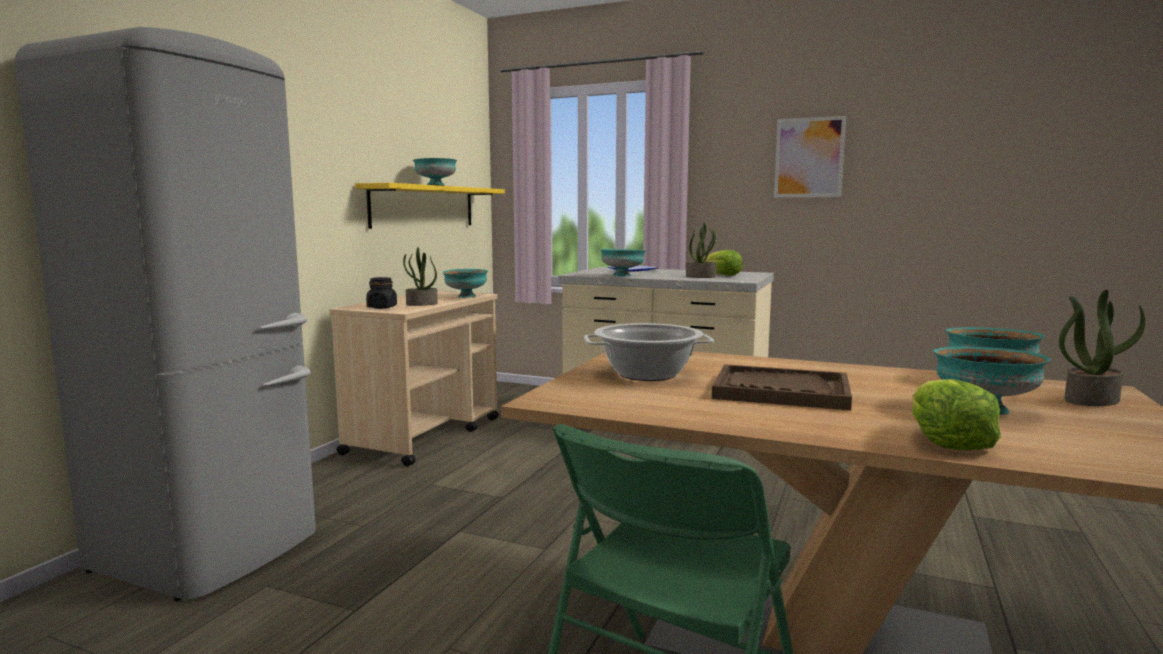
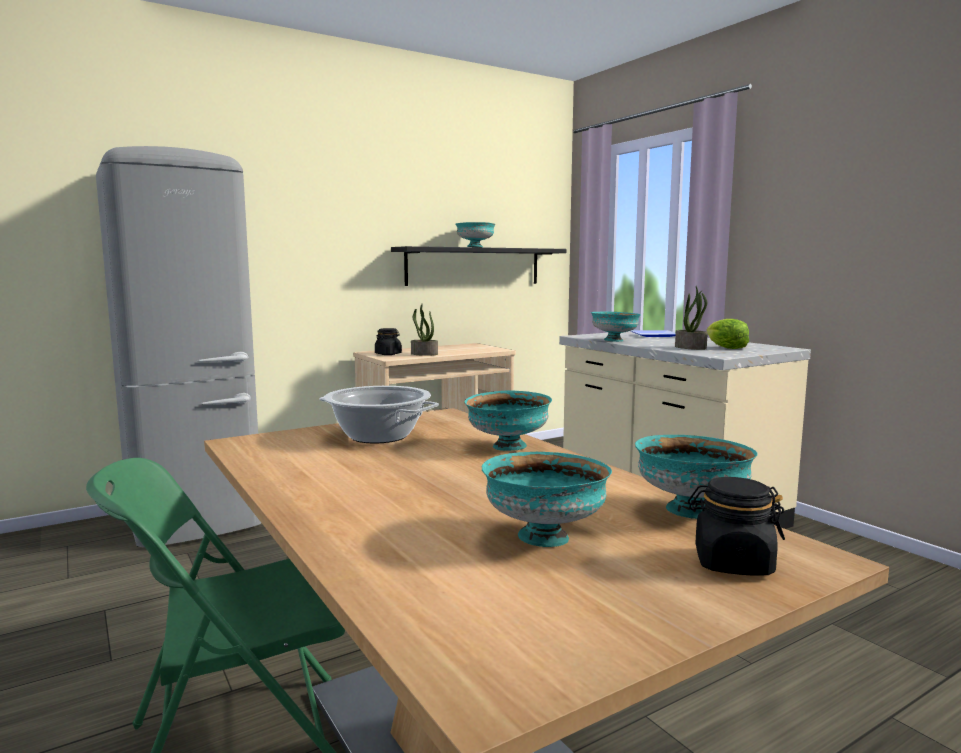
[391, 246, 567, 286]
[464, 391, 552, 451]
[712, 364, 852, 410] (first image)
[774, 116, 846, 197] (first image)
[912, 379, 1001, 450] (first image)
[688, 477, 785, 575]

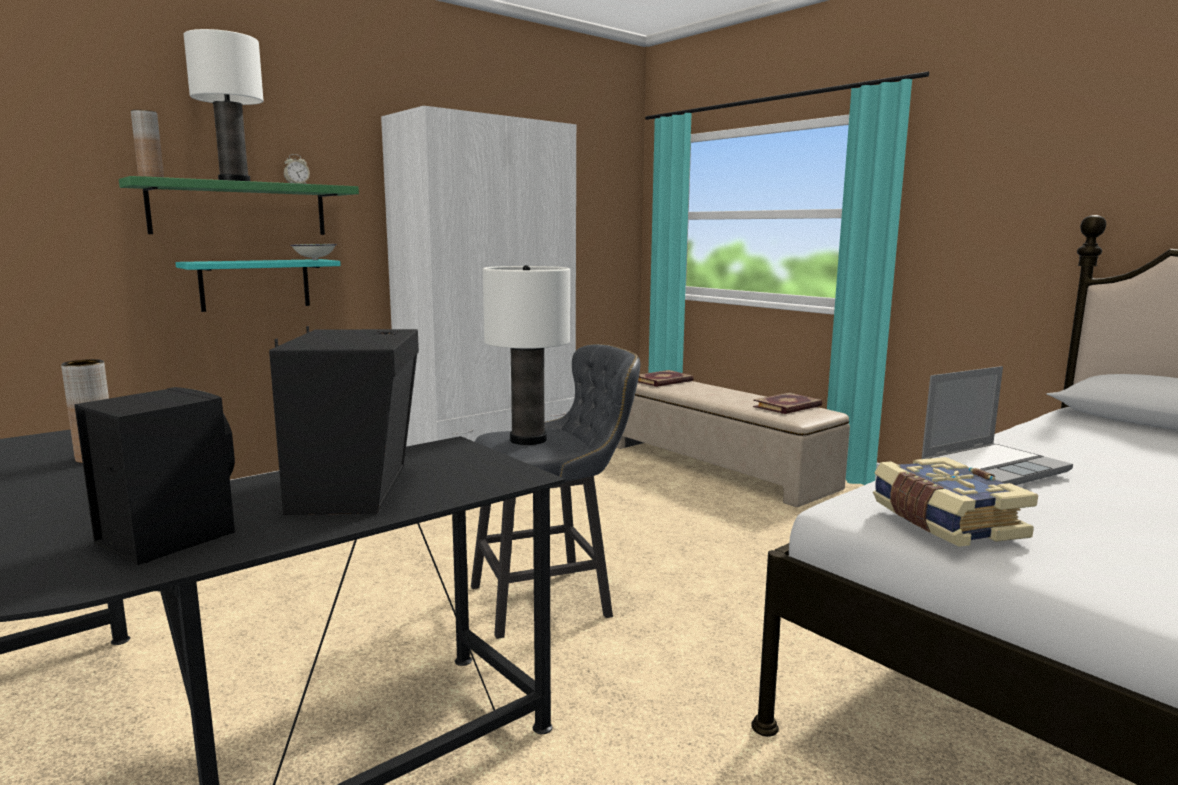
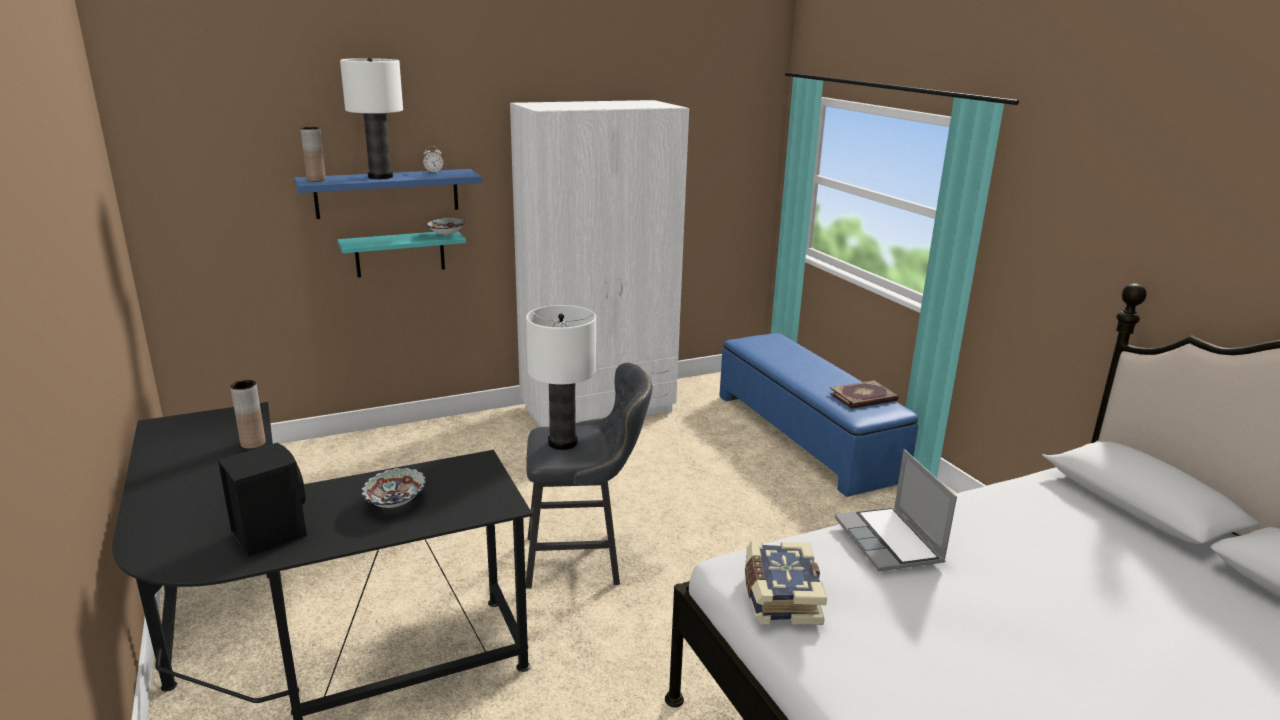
[294, 169, 482, 219]
[361, 467, 426, 508]
[719, 333, 918, 497]
[638, 370, 694, 387] (first image)
[835, 449, 957, 571]

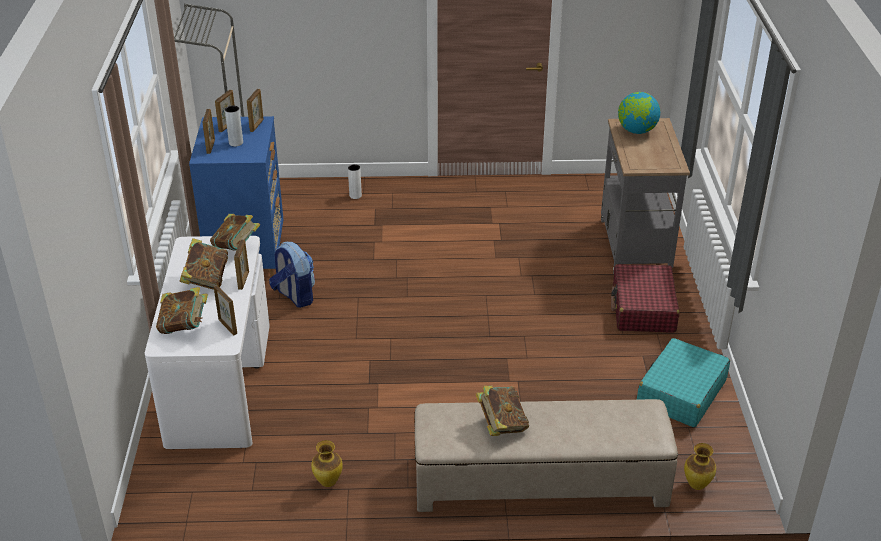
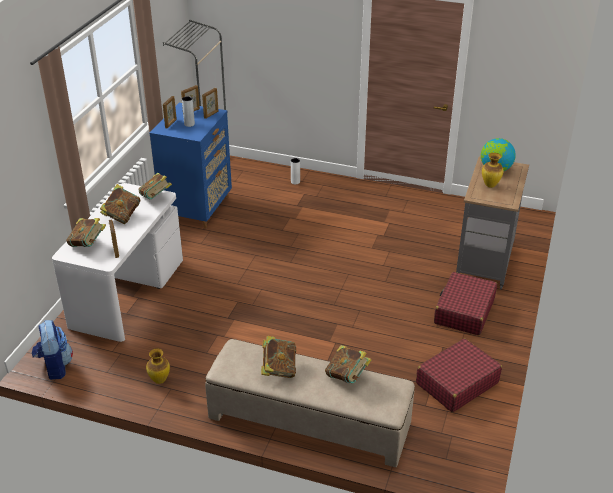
[234, 239, 249, 290] (first image)
[32, 320, 73, 380]
[416, 339, 502, 412]
[482, 153, 504, 188]
[325, 345, 372, 383]

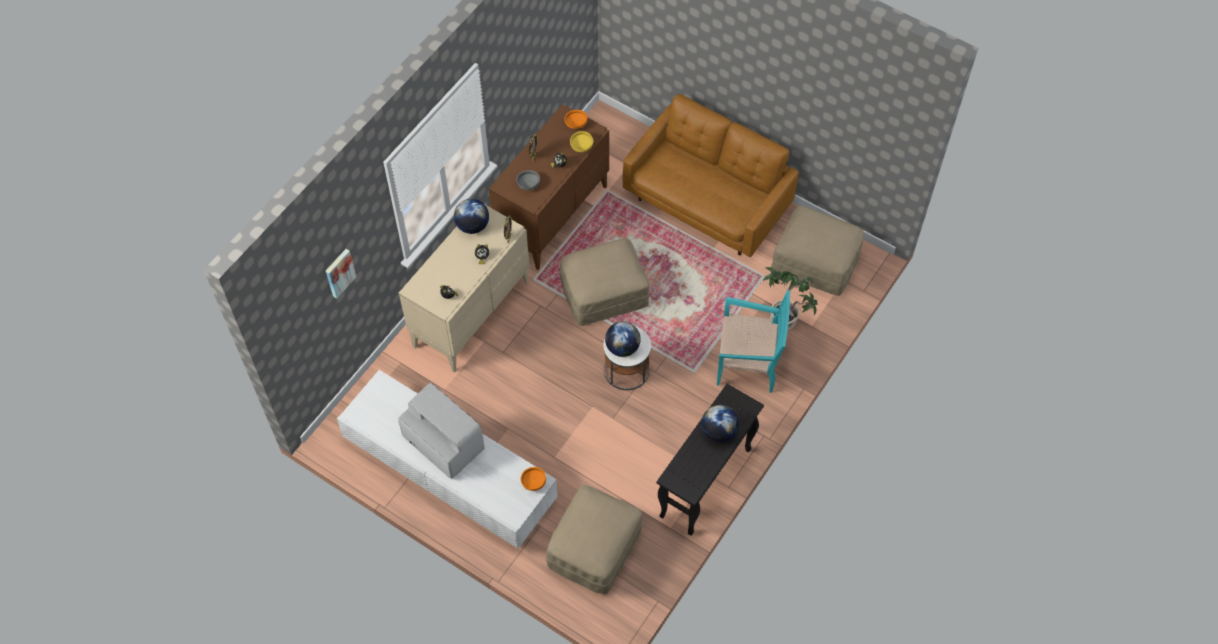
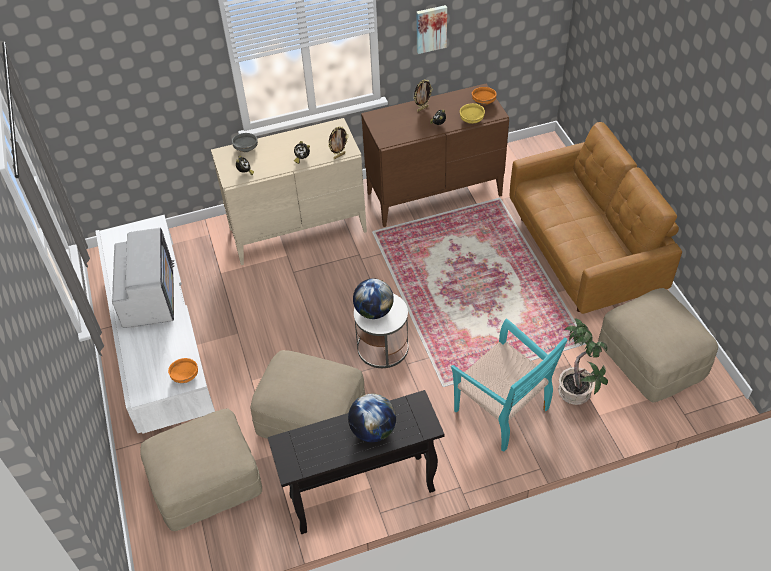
[416, 5, 447, 54]
[454, 199, 489, 234] (first image)
[232, 133, 258, 152]
[251, 350, 365, 439]

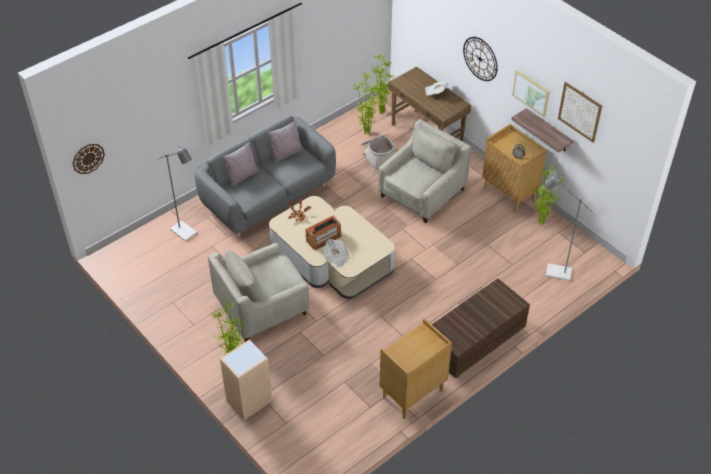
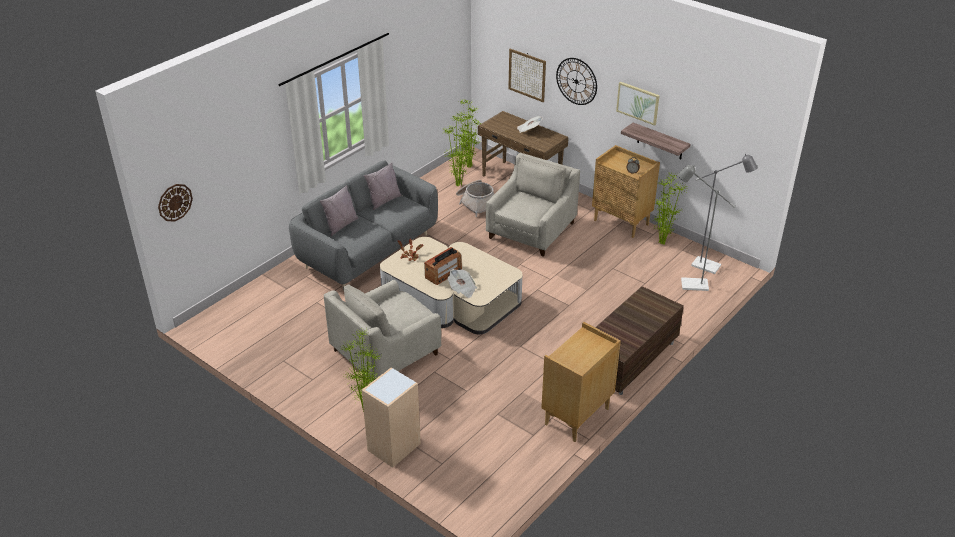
[691, 154, 758, 274]
[508, 49, 546, 102]

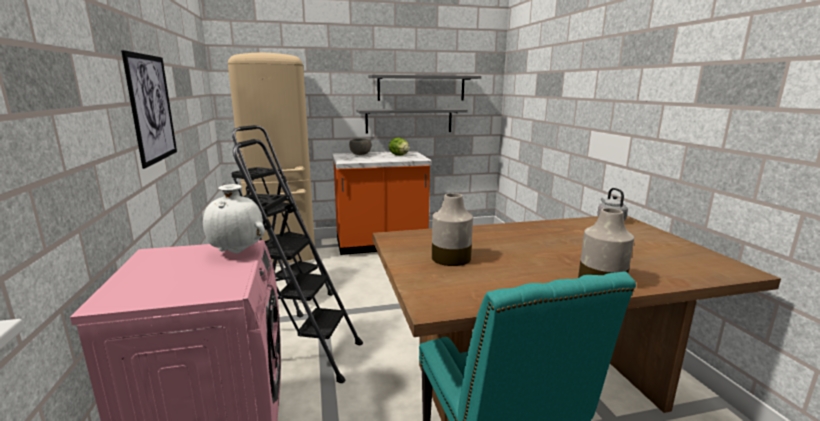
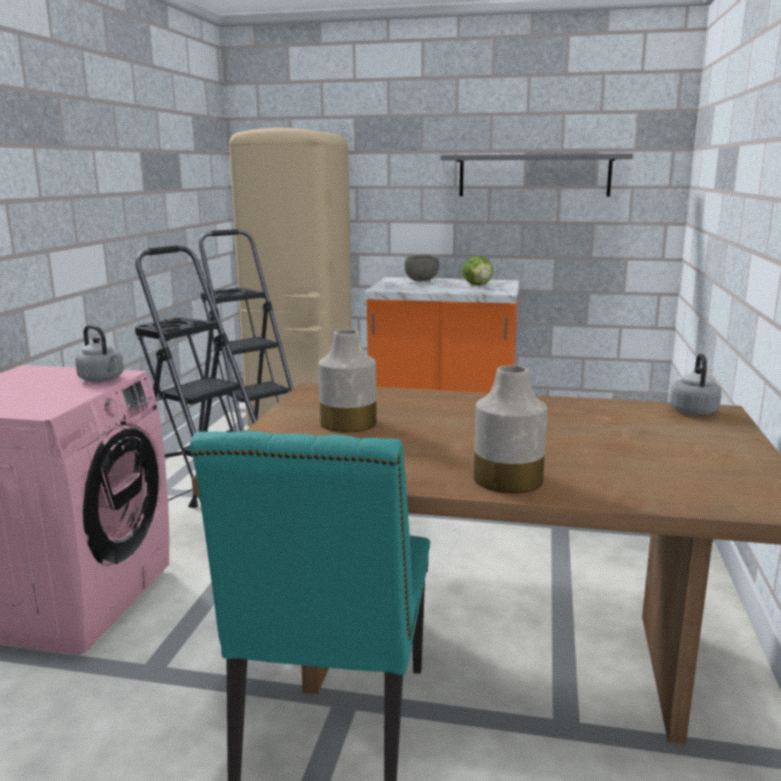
[121, 50, 177, 169] (first image)
[75, 325, 124, 382]
[356, 108, 468, 134] (first image)

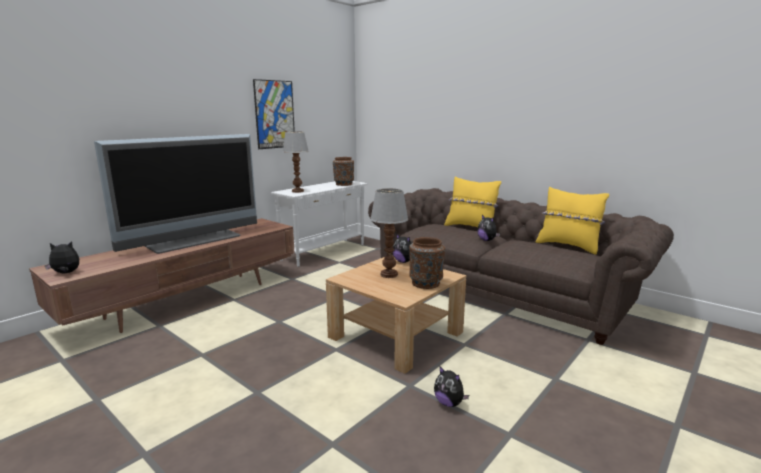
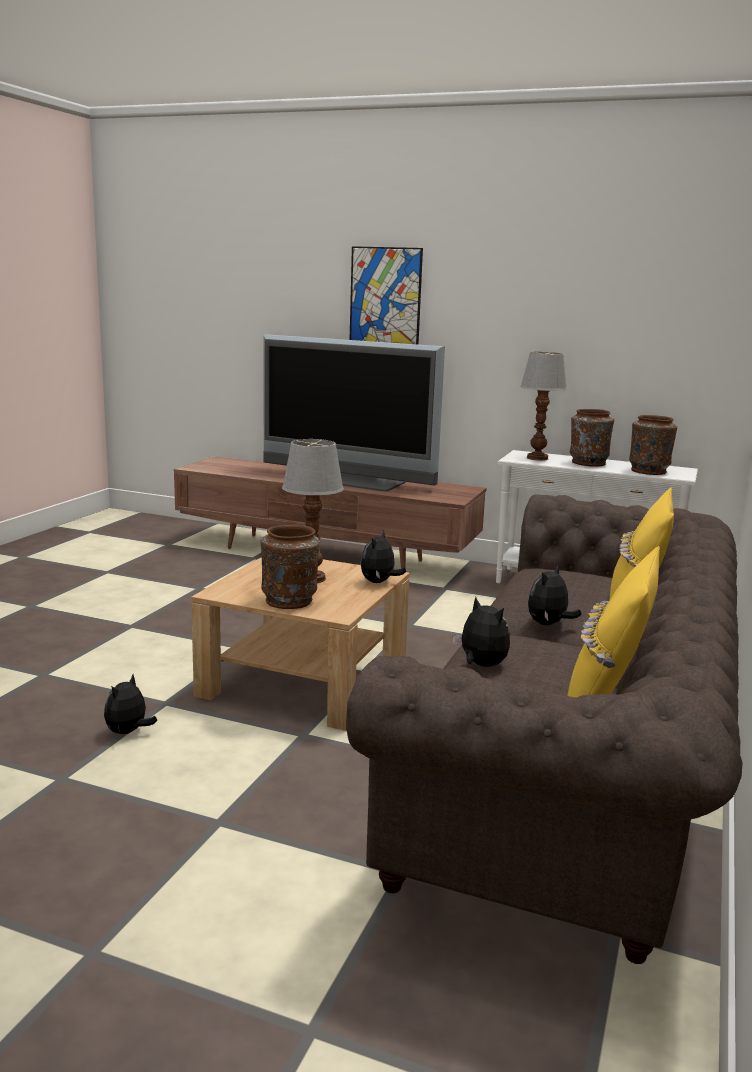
[453, 597, 510, 667]
[350, 246, 423, 344]
[570, 409, 614, 467]

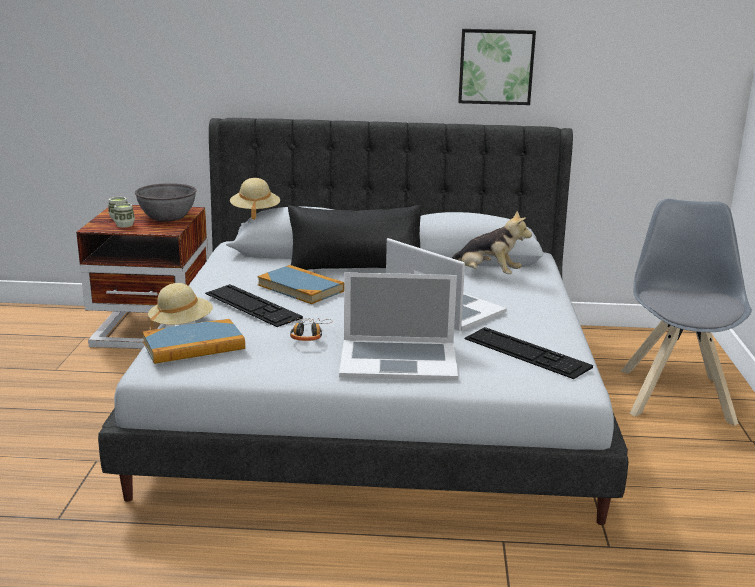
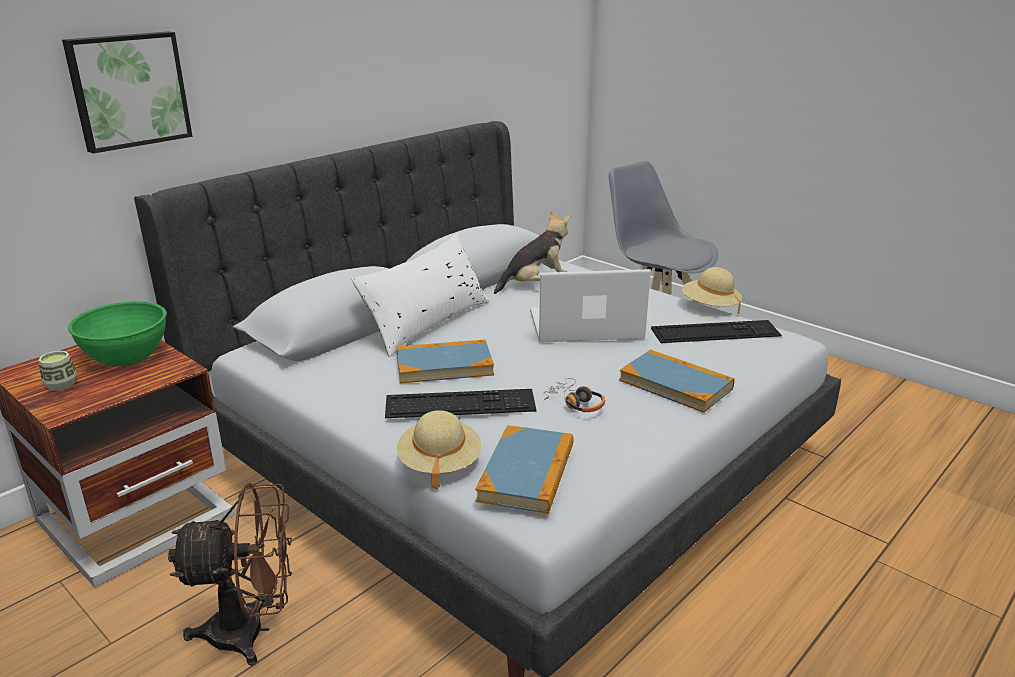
[114, 203, 135, 228] (first image)
[68, 301, 167, 366]
[682, 267, 742, 314]
[351, 234, 489, 357]
[619, 350, 735, 413]
[62, 31, 193, 153]
[168, 483, 292, 666]

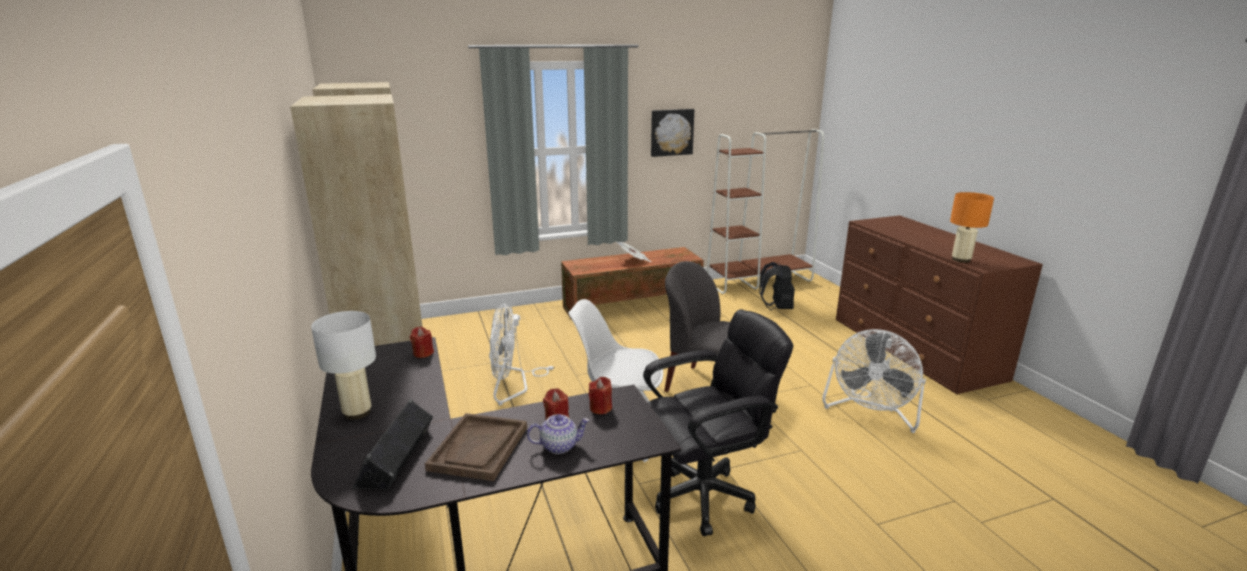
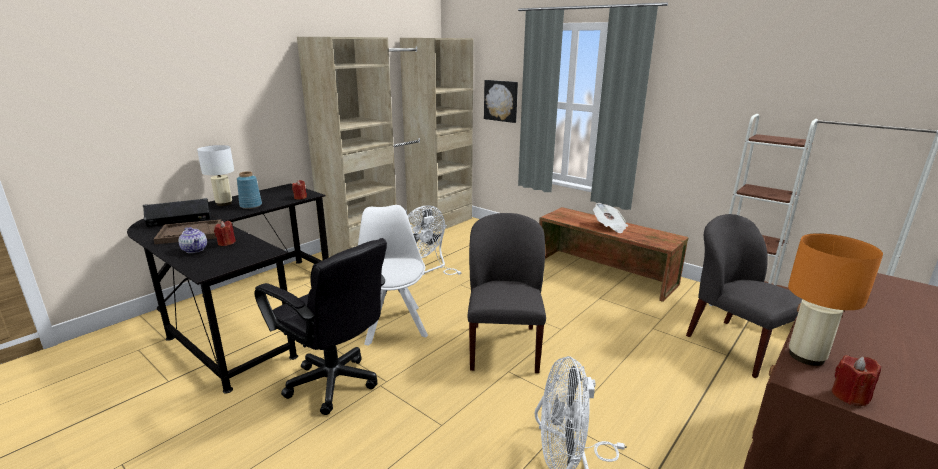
[832, 355, 881, 406]
[484, 80, 518, 123]
[686, 214, 802, 378]
[237, 171, 262, 209]

